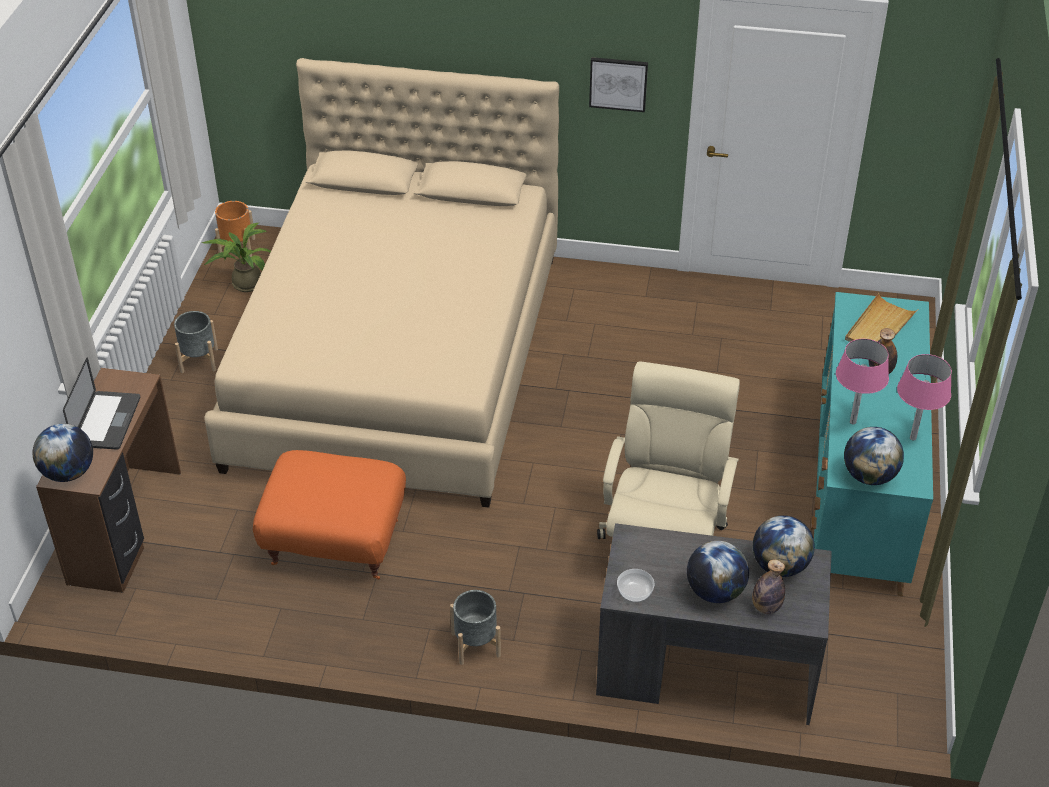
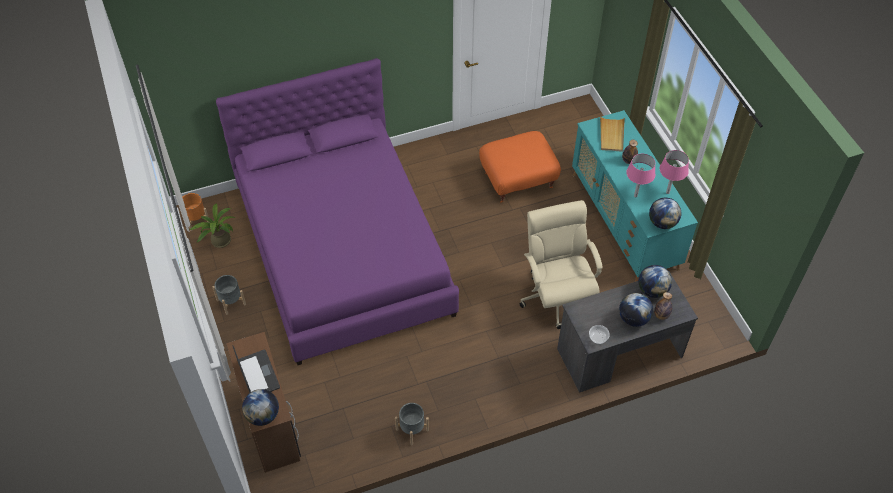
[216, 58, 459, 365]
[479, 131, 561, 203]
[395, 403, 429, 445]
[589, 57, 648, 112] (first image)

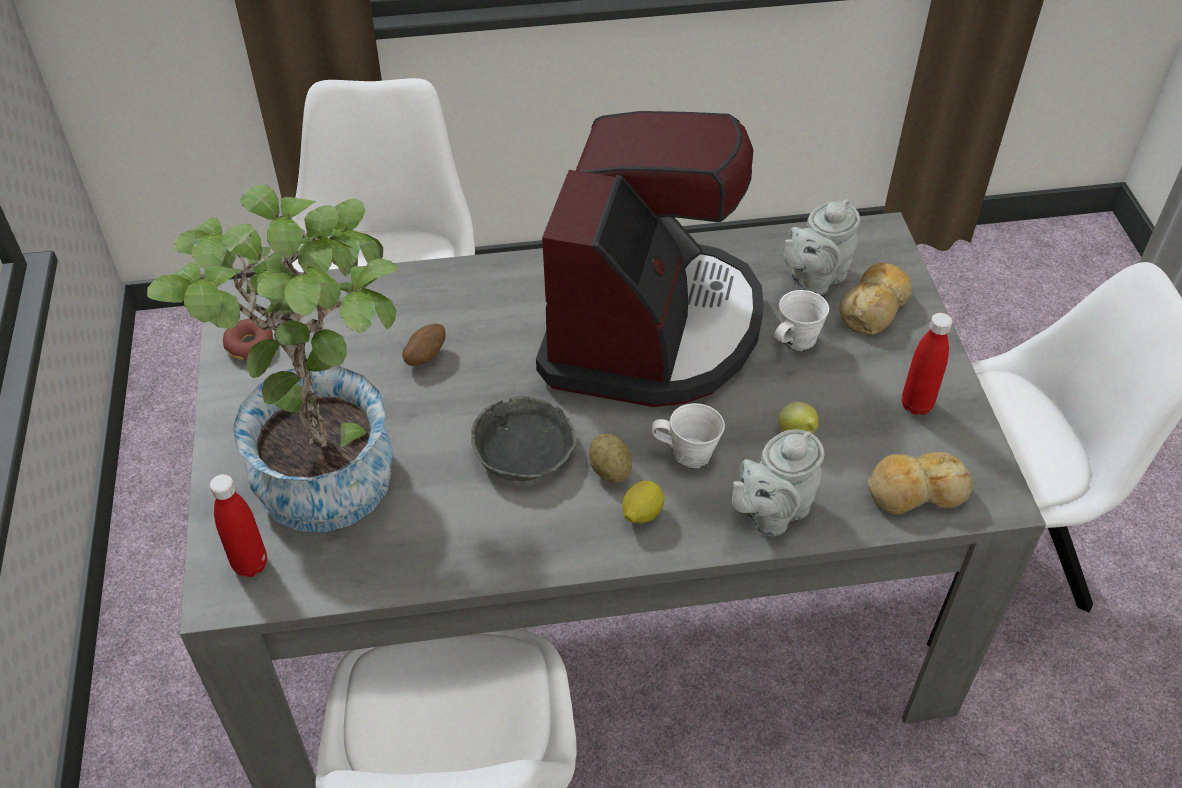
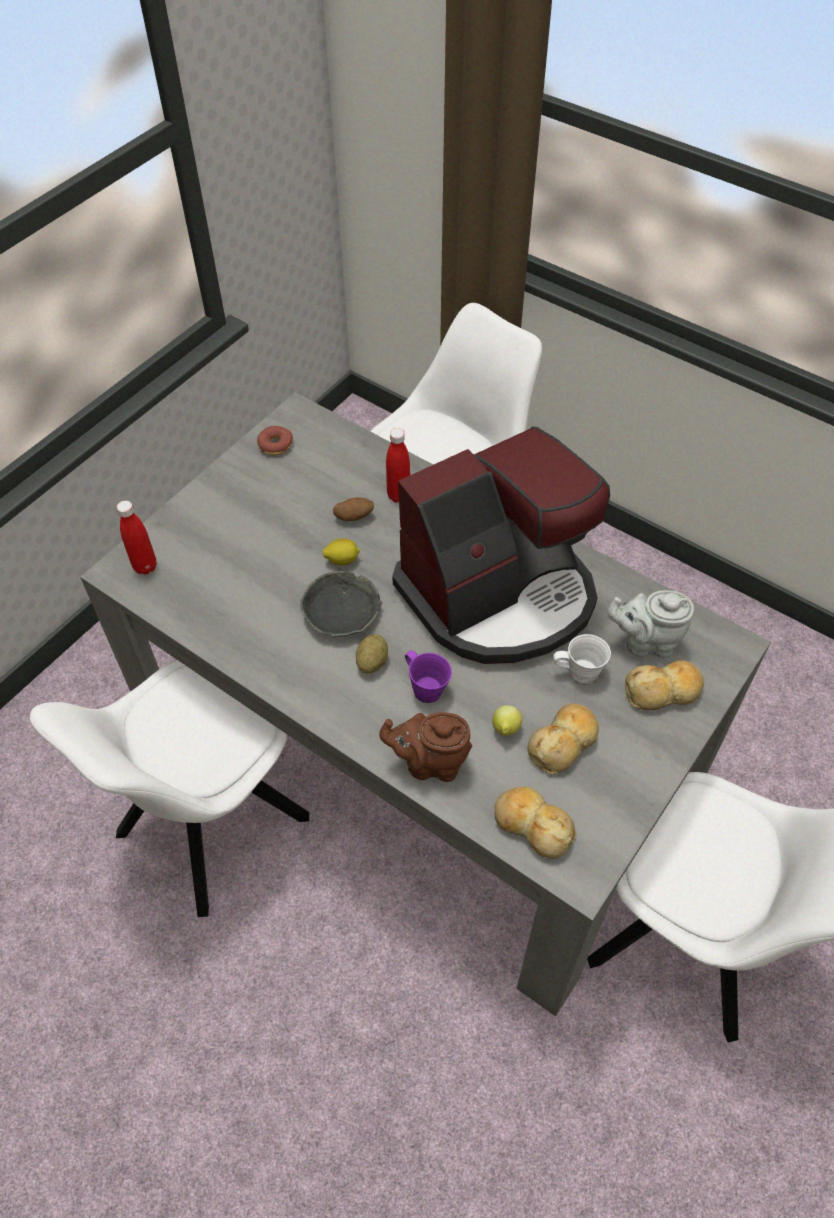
[147, 185, 398, 533] (first image)
[323, 538, 360, 565]
[405, 650, 452, 703]
[379, 712, 472, 782]
[386, 428, 410, 503]
[527, 704, 599, 775]

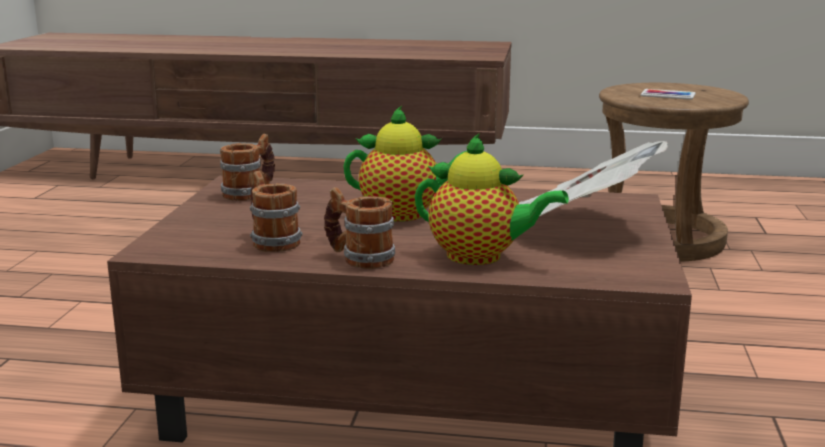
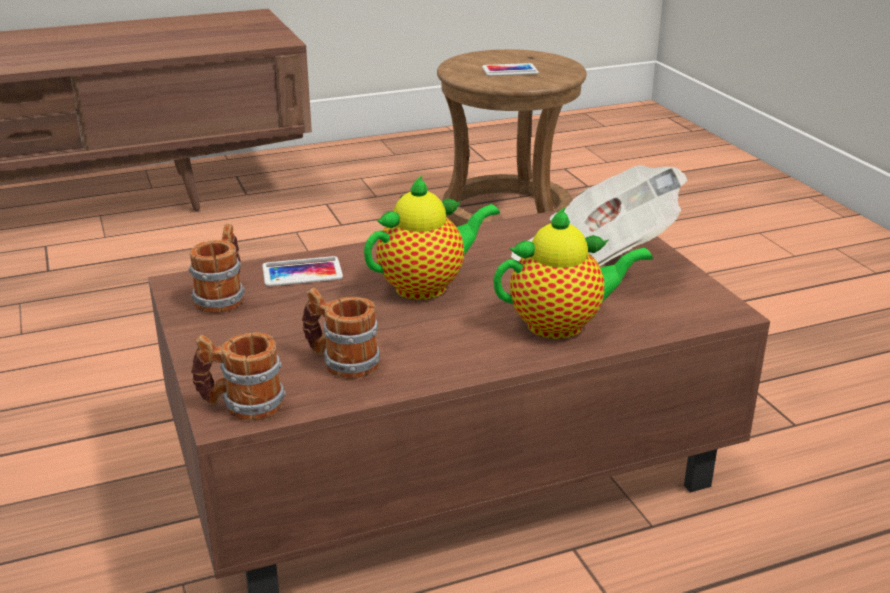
[191, 332, 286, 421]
[262, 256, 343, 286]

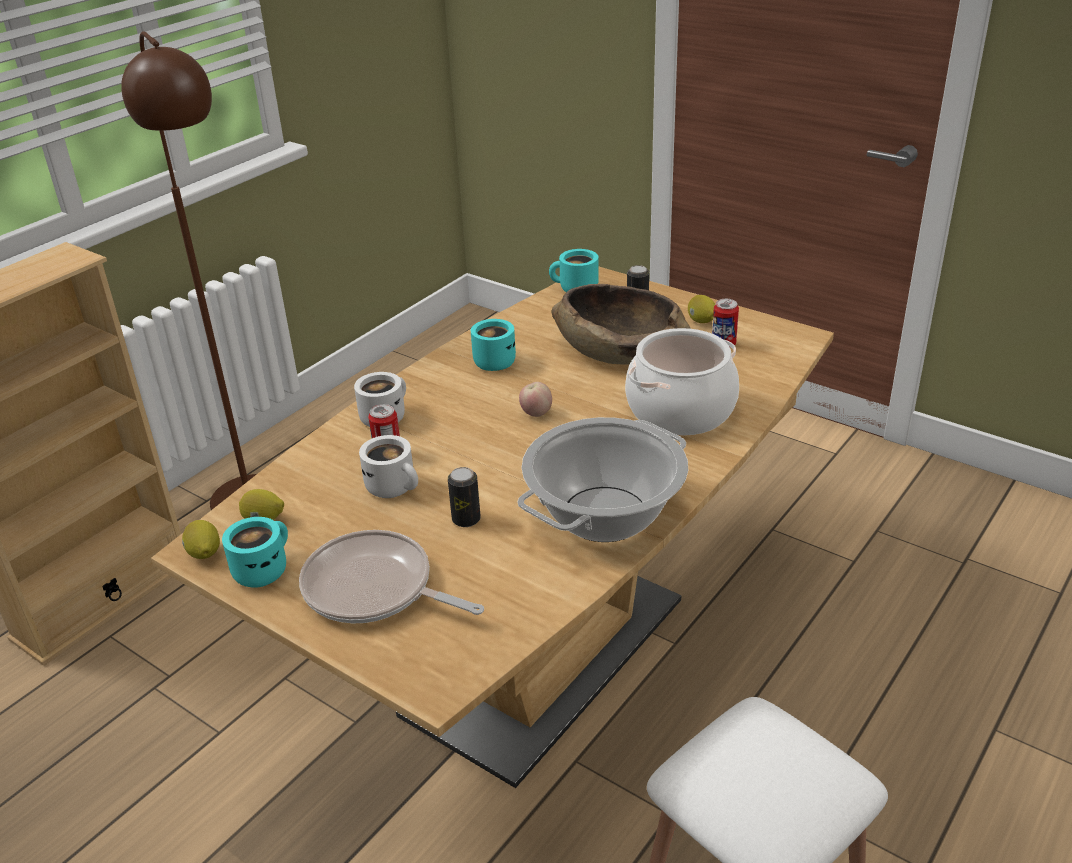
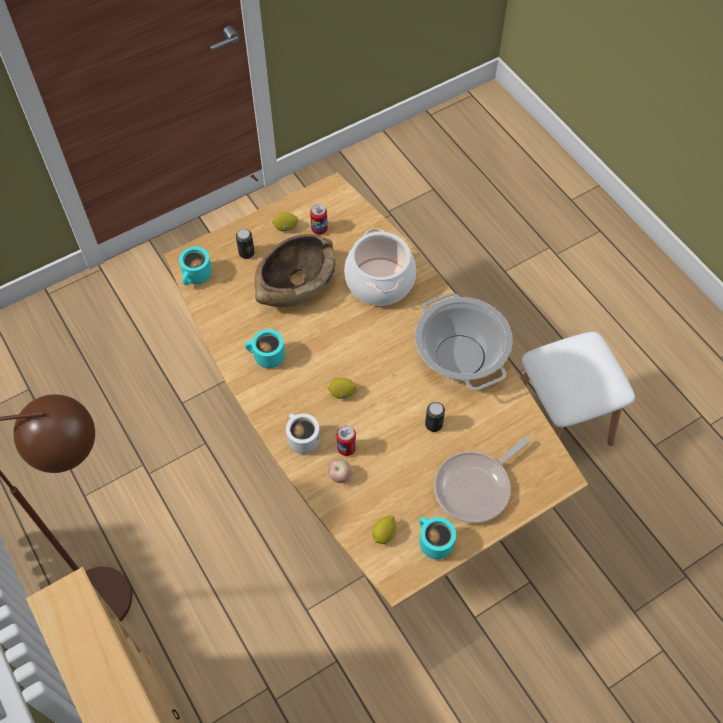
[328, 378, 357, 399]
[359, 435, 418, 498] (first image)
[328, 459, 352, 483]

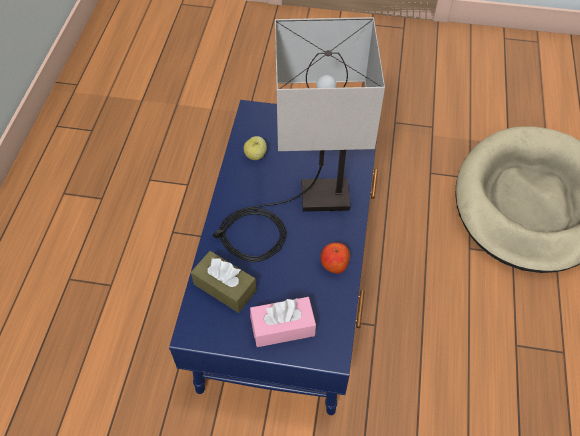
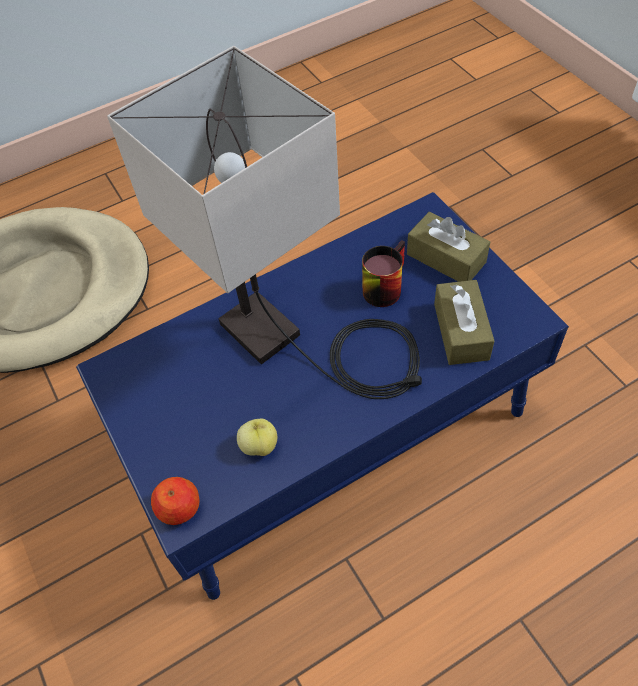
[407, 212, 490, 282]
[151, 477, 200, 525]
[362, 240, 405, 307]

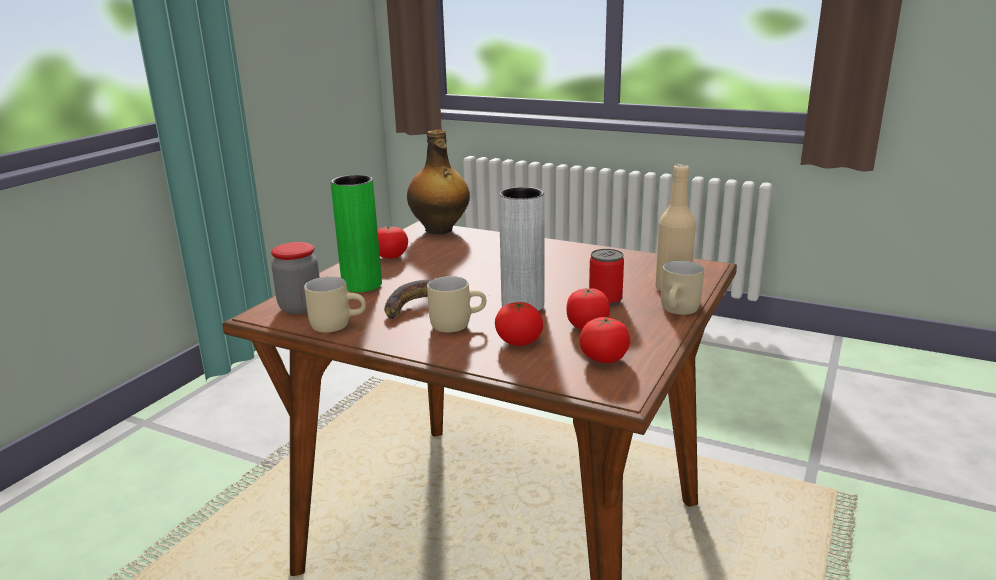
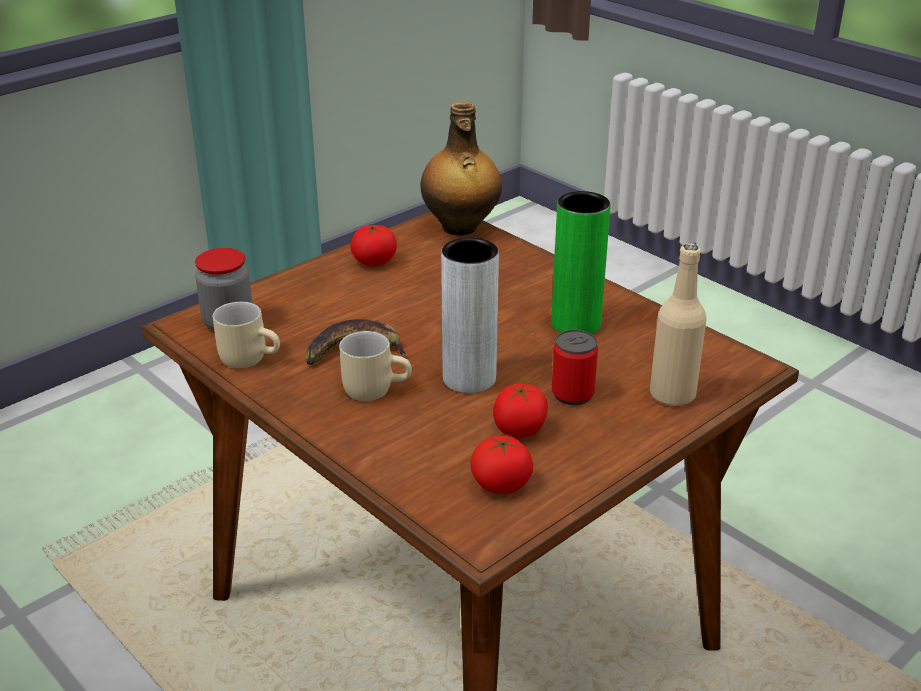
[551, 191, 611, 334]
[495, 302, 543, 346] (first image)
[661, 261, 704, 315] (first image)

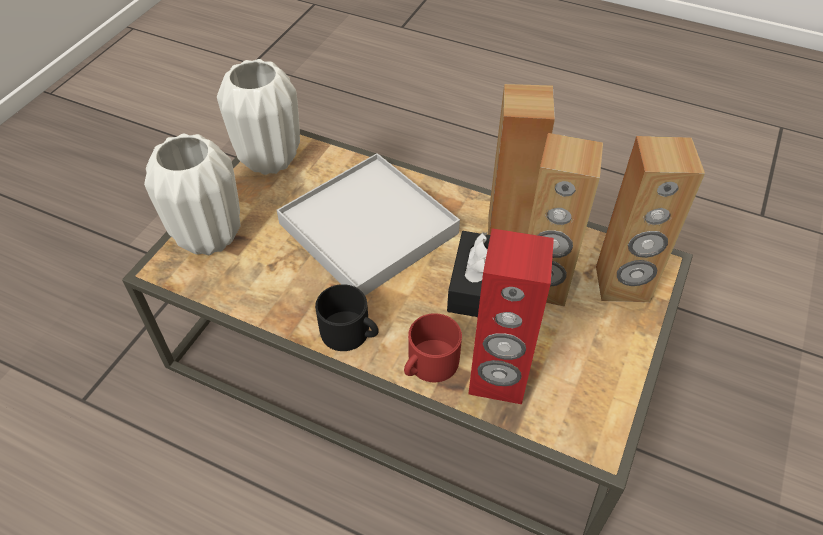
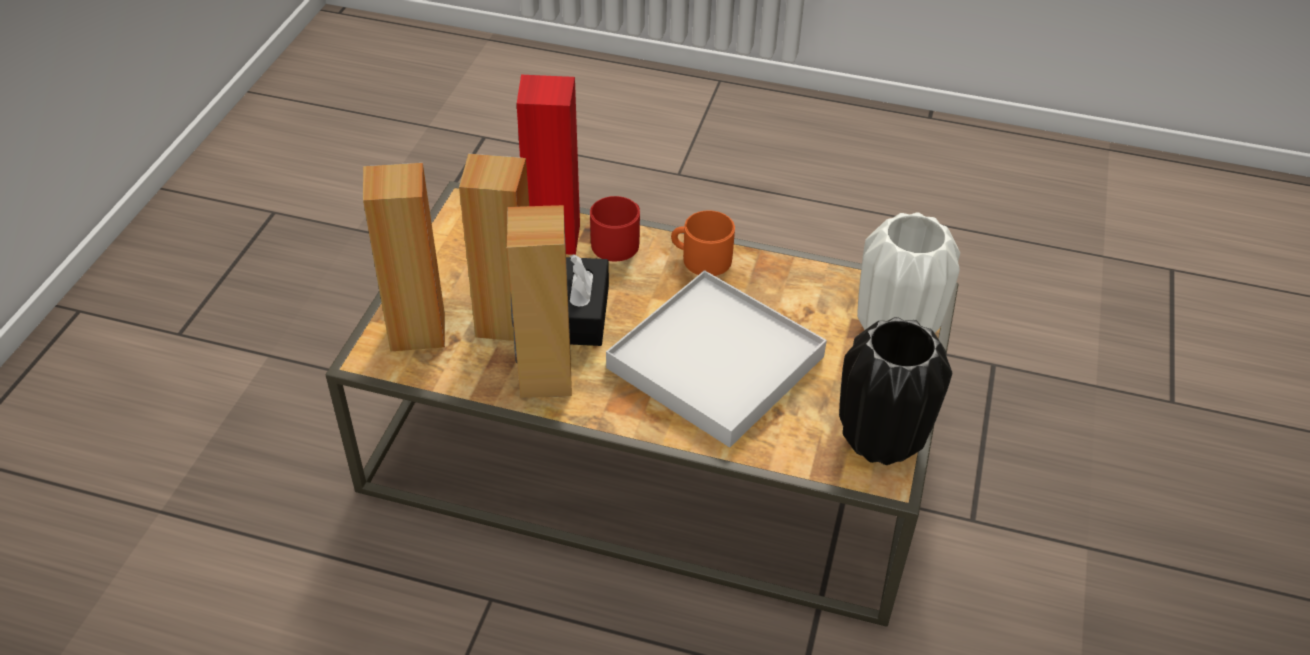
[839, 317, 952, 465]
[671, 211, 735, 276]

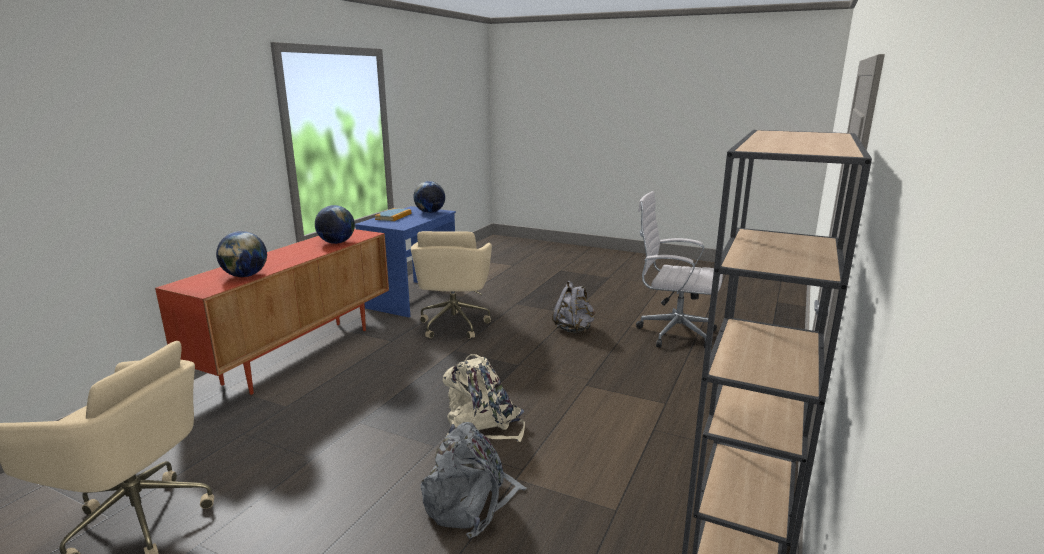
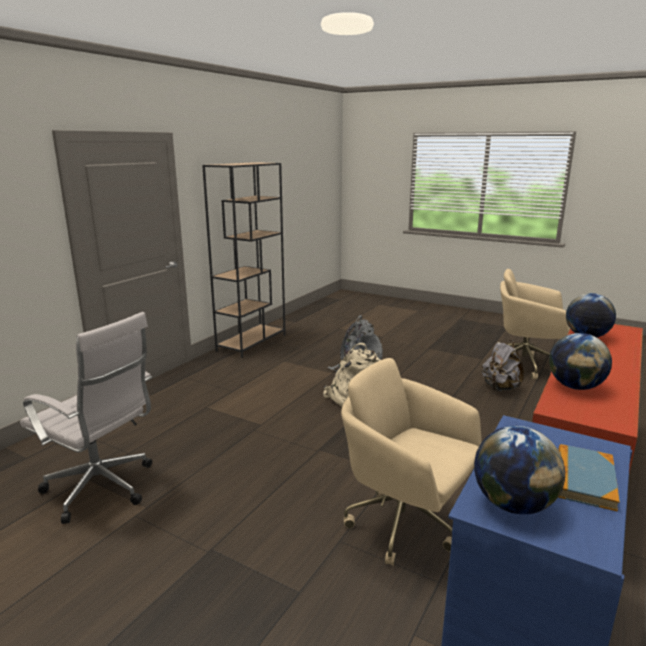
[341, 358, 482, 566]
[482, 340, 524, 391]

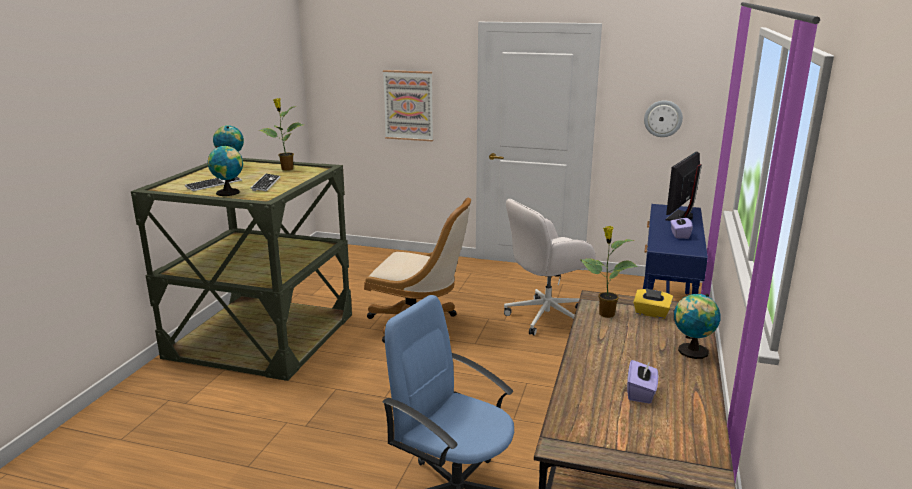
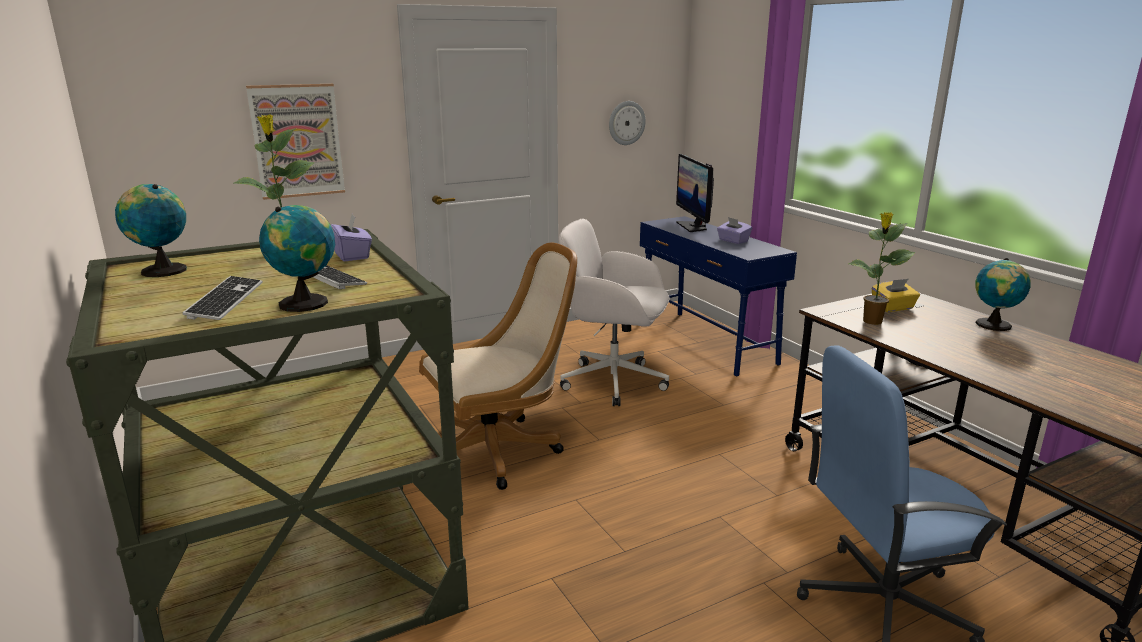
[559, 219, 670, 406]
[331, 215, 372, 262]

